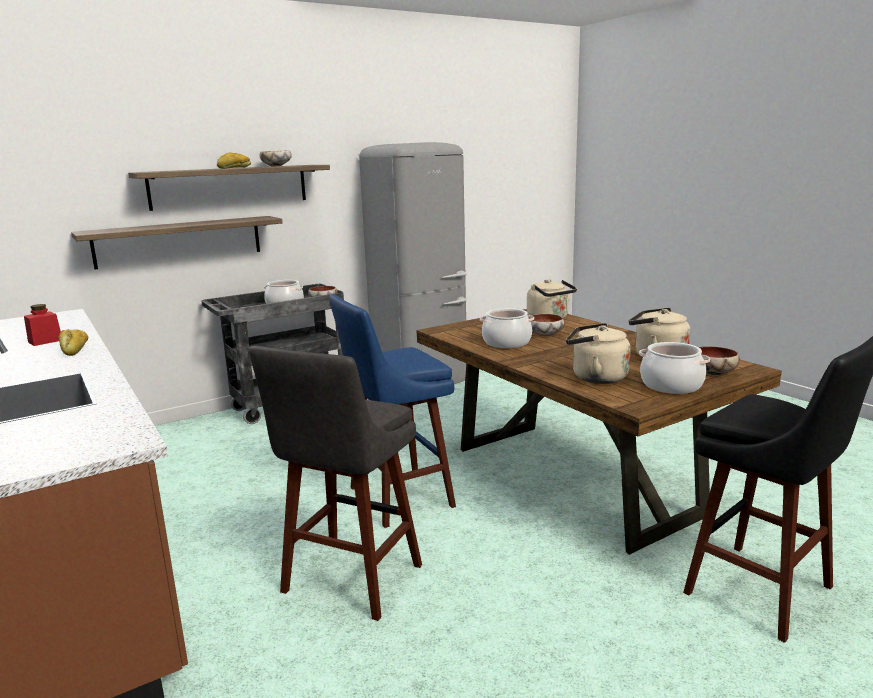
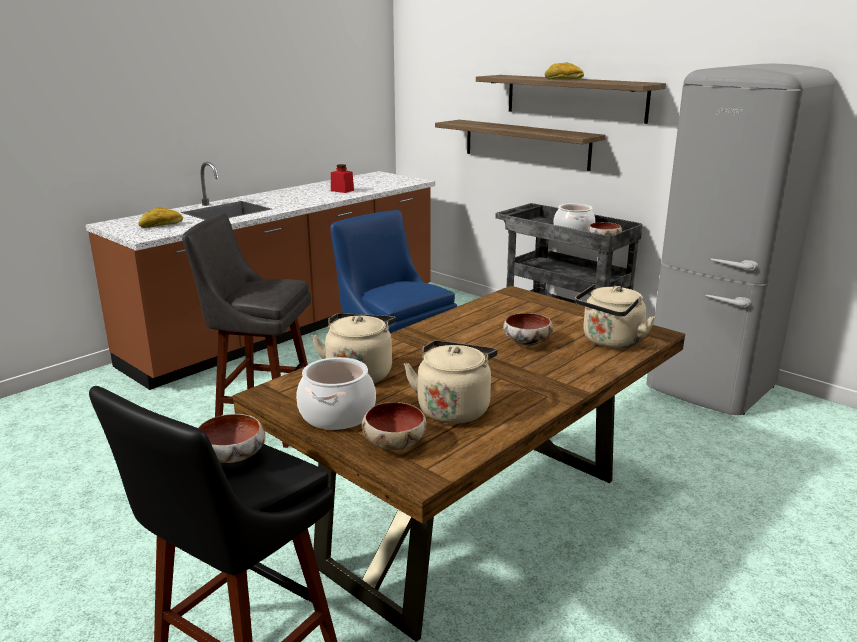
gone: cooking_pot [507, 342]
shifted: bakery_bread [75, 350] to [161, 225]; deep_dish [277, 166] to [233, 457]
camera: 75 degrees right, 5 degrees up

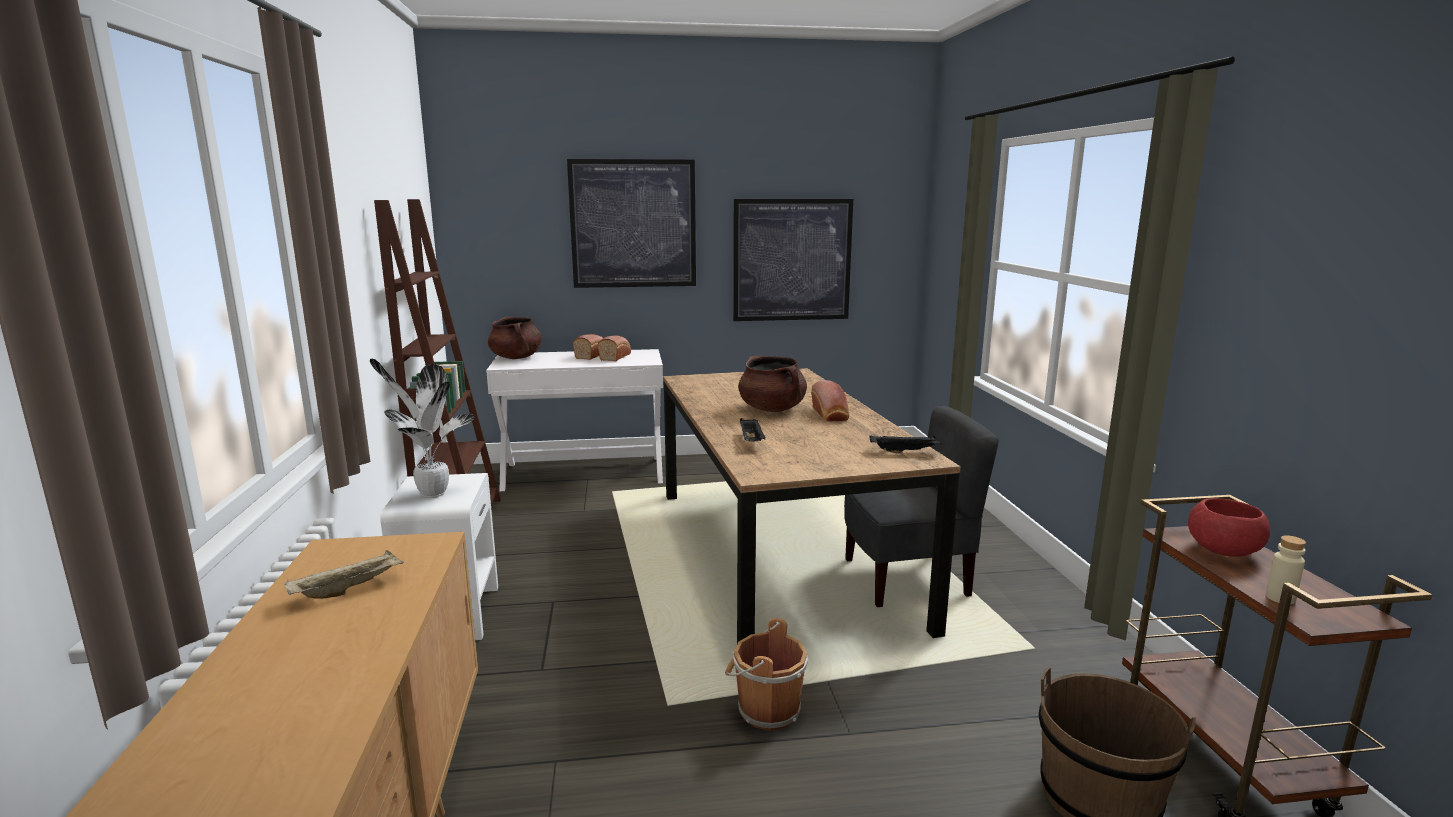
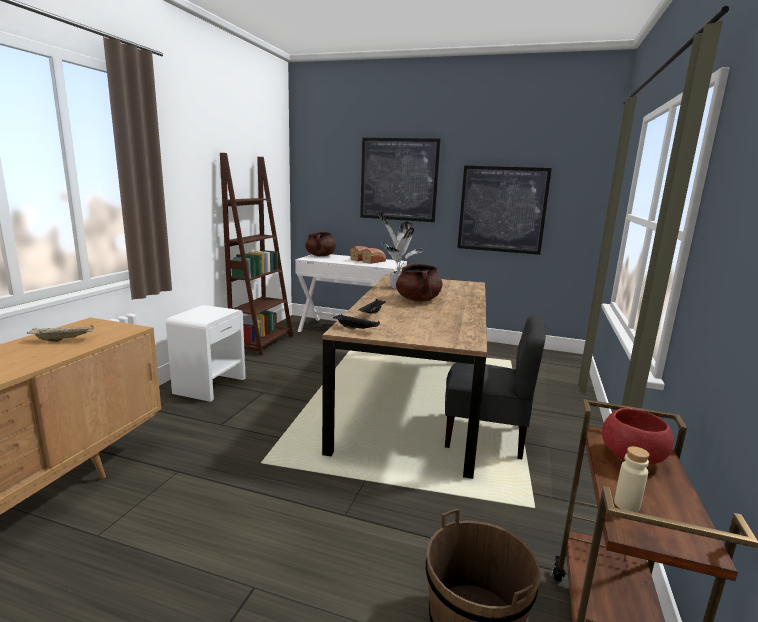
gone: brownish_bucket [766, 710]; bakery_bread [830, 415]
shifted: plant_in_a_pot [430, 494] to [396, 287]; black_serving_tray [905, 452] to [357, 329]
camera: 25 degrees right, 0 degrees up

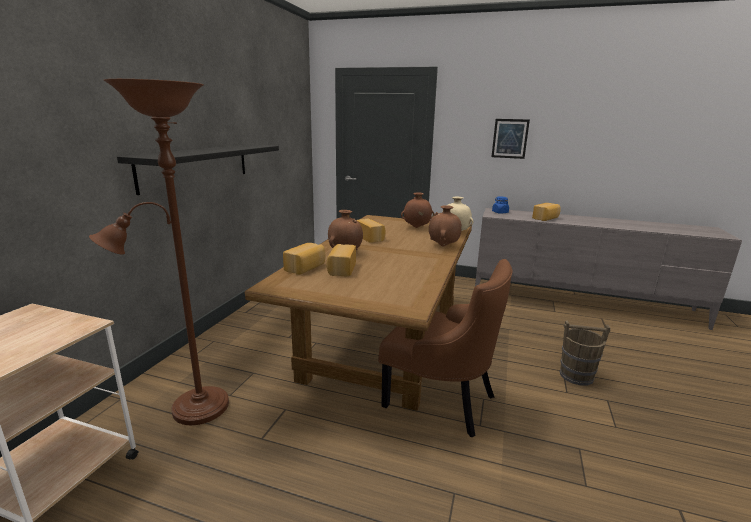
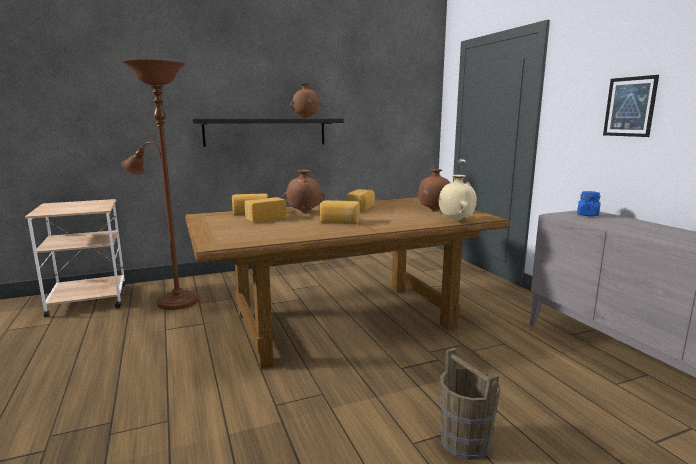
gone: brownish_plain_chair [438, 400]
shifted: brownish_decorative_vase [443, 246] to [306, 118]; bakery_bread [546, 218] to [339, 221]
camera: 50 degrees right, 5 degrees down

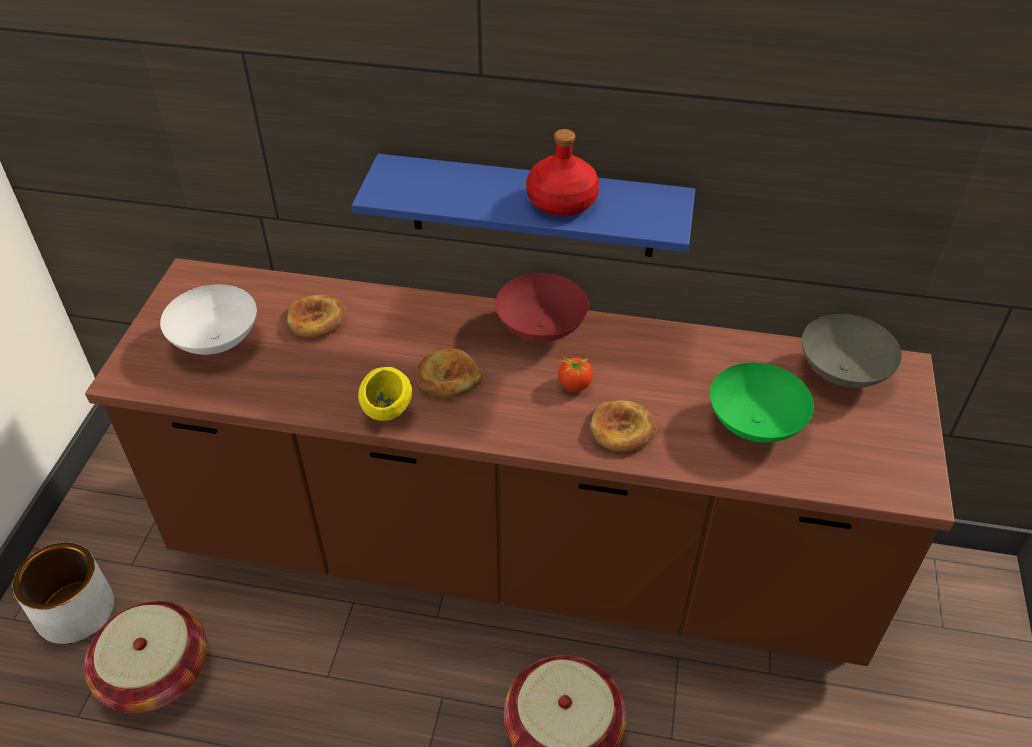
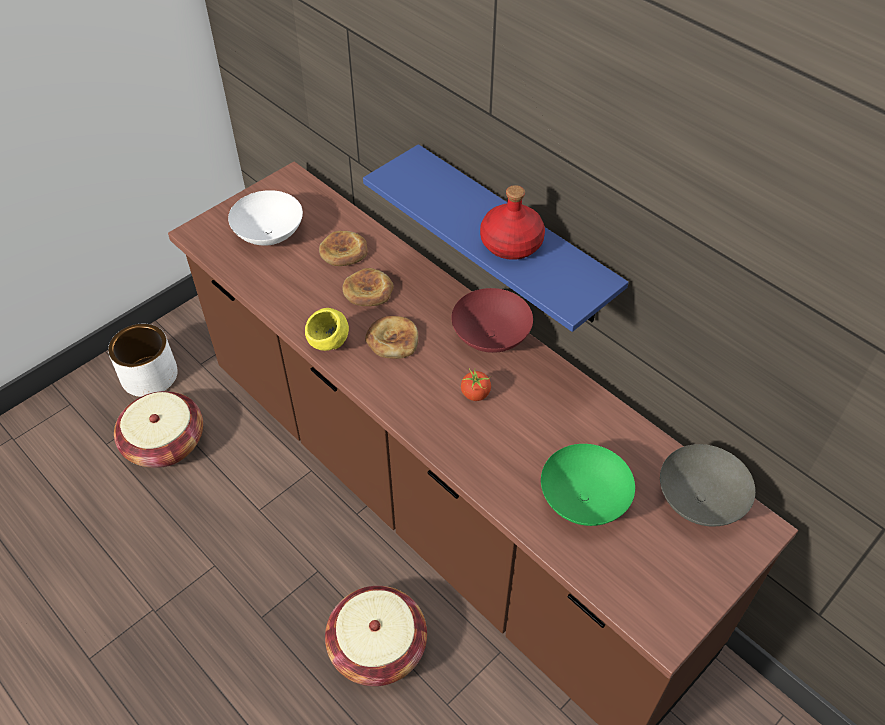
shifted: bakery_bread [622, 429] to [368, 291]
camera: 35 degrees right, 5 degrees up

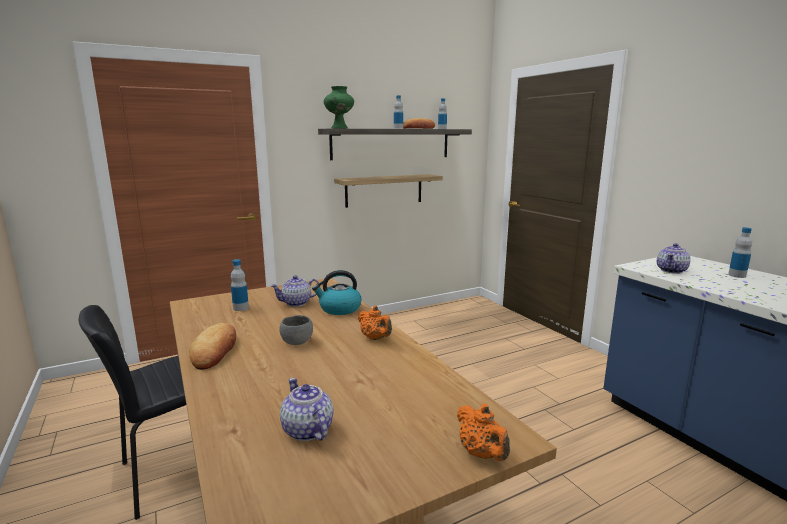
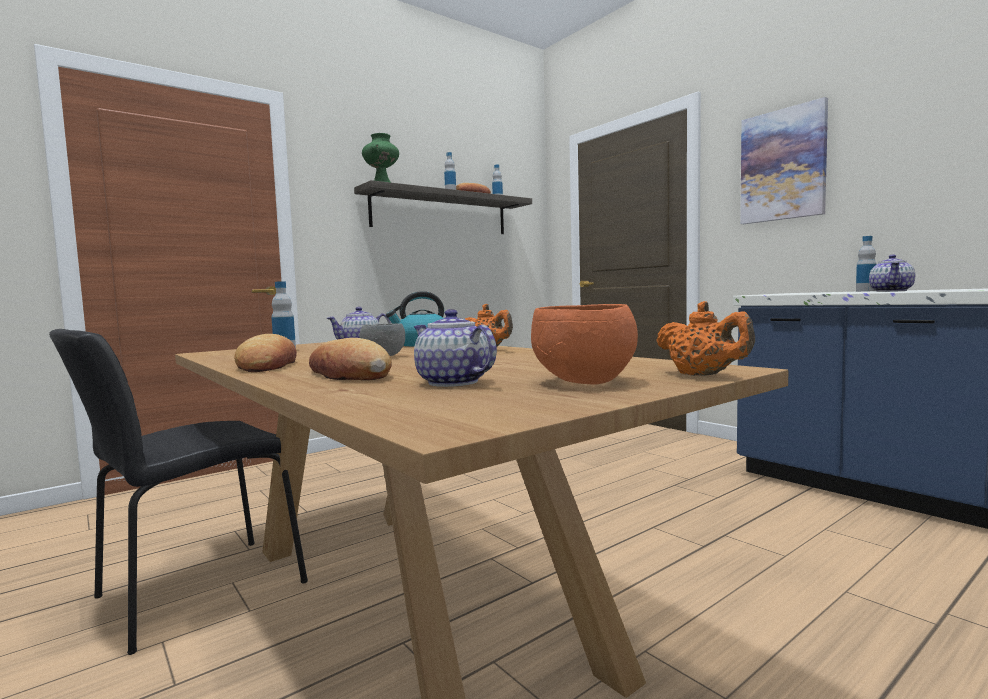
gone: bracket_shelf [384, 190]
new: bakery_bread [349, 374]; orange-coloured_deep_dish [586, 382]; picture [782, 165]
shifted: tea_pot [672, 270] to [891, 291]
camera: 10 degrees left, 10 degrees down

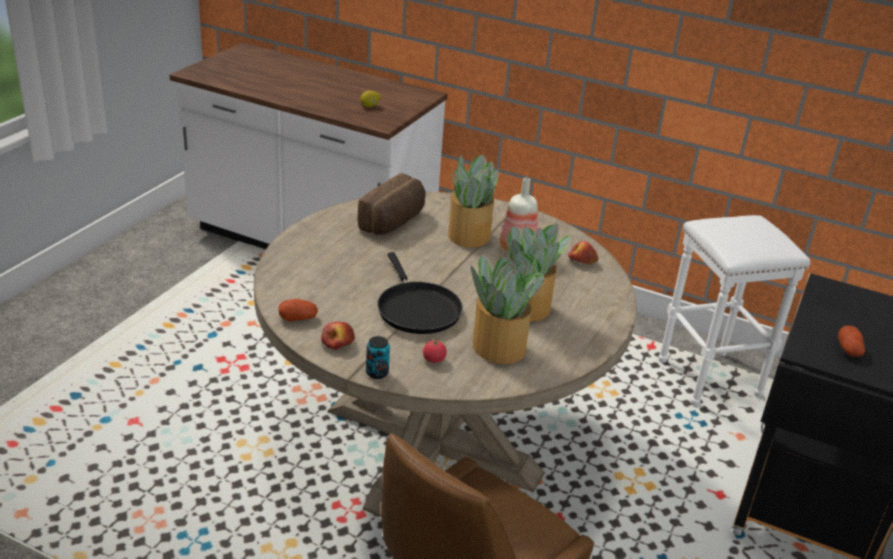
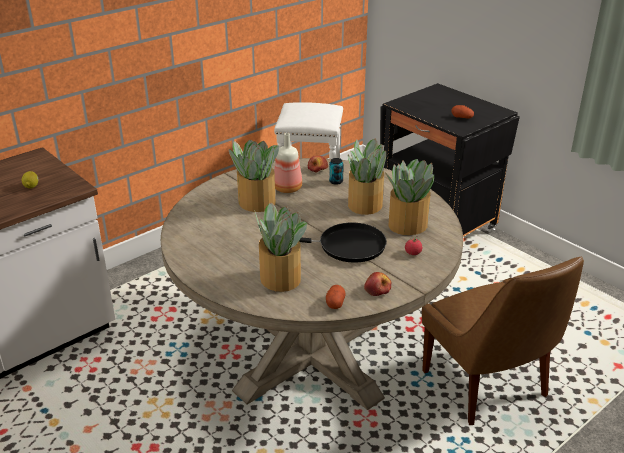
gone: bakery_bread [394, 222]
new: plant_in_a_pot [280, 277]
shifted: sealed_can [377, 373] to [336, 181]
camera: 65 degrees left, 0 degrees up

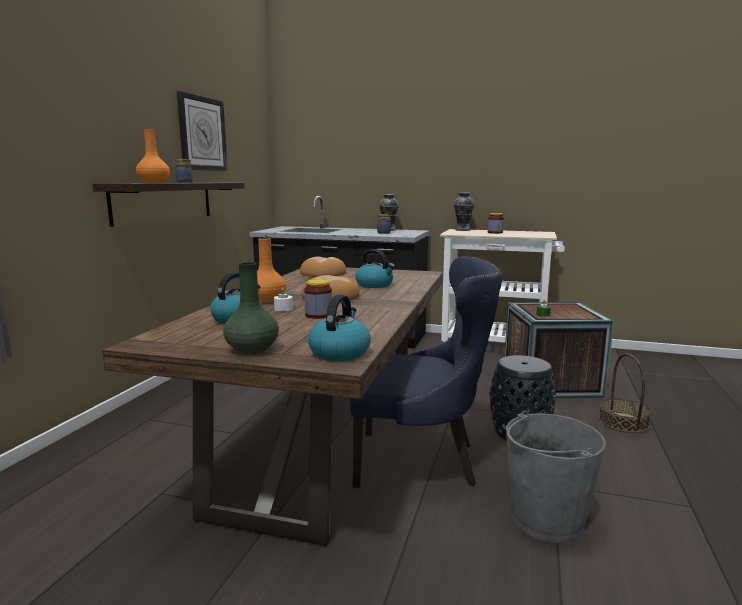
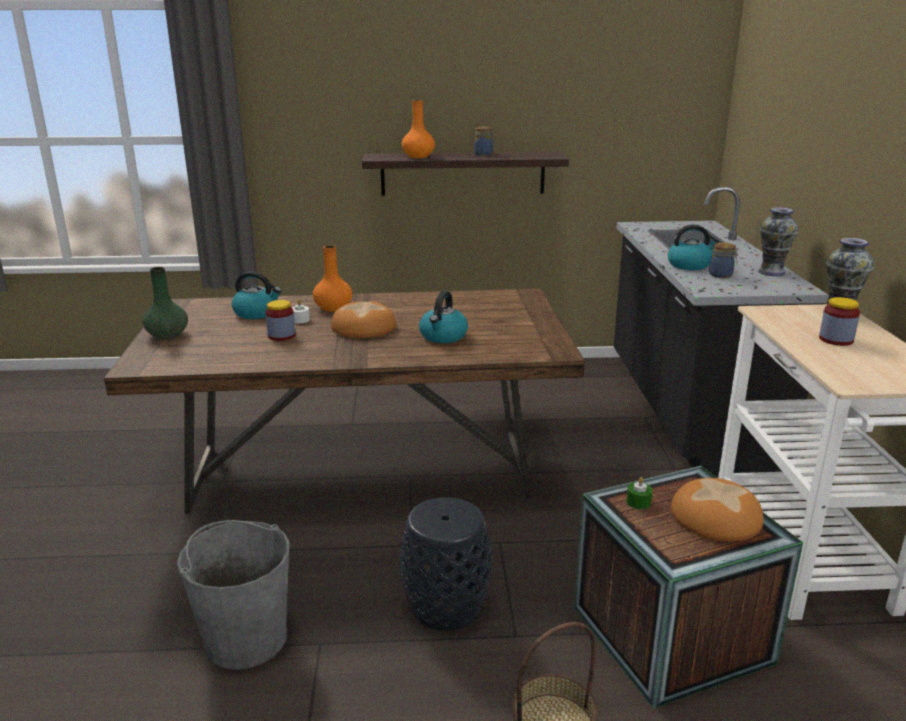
gone: clock_on_the_wall [202, 134]; blue_plain_chair [420, 461]
shifted: bakery_bread [323, 273] to [714, 517]; tea_kettle [339, 352] to [689, 265]
camera: 70 degrees right, 10 degrees up

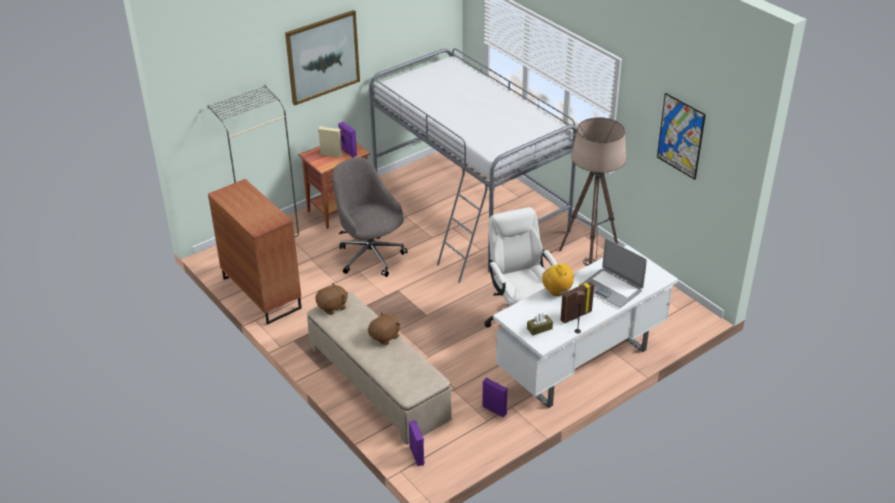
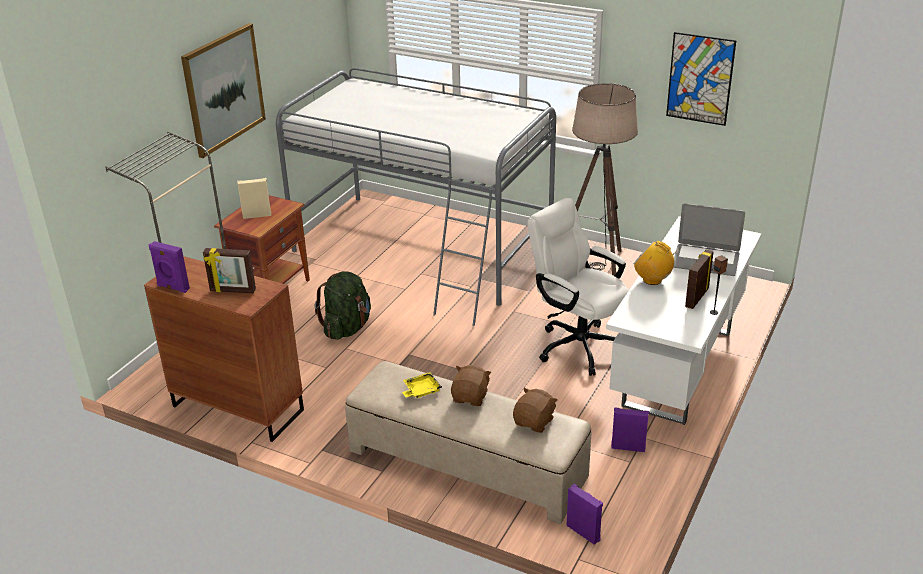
gone: brownish_tissue_box [539, 328]
new: picture_frame [232, 291]; yellowish_serving_tray [421, 390]
shifted: brownish_plush_toy [332, 307] to [534, 422]; purple-coloured_loudspeaker [348, 152] to [172, 288]
swapped: grey_office_chair [370, 256] to green_backpack [347, 328]
camera: 25 degrees left, 5 degrees down

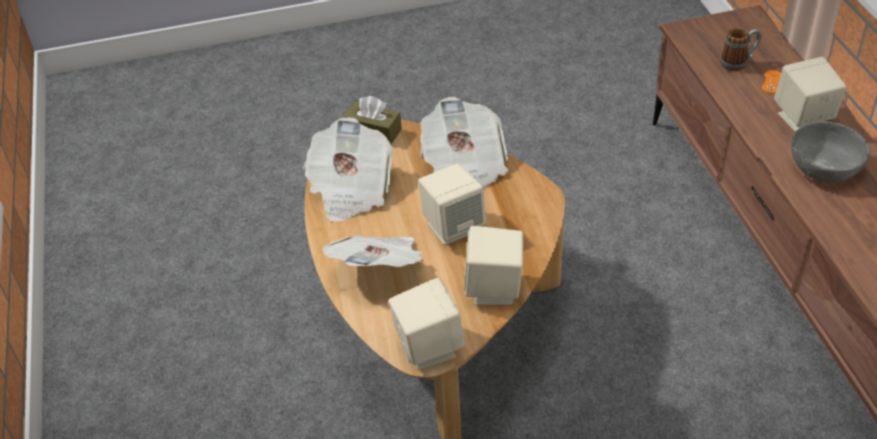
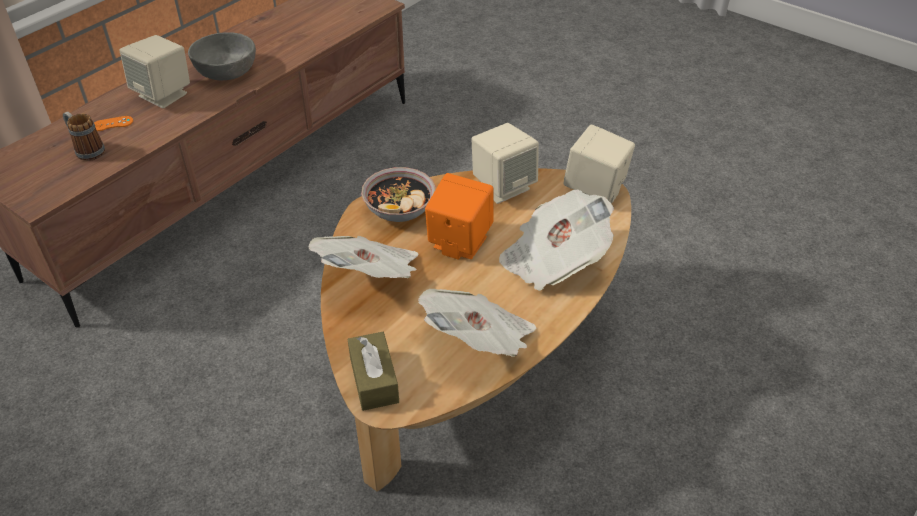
new: deep_dish [399, 209]
repainted: beige-coloured_loudspeaker [453, 226] to orange-coloured_loudspeaker [459, 242]
camera: 130 degrees left, 0 degrees up

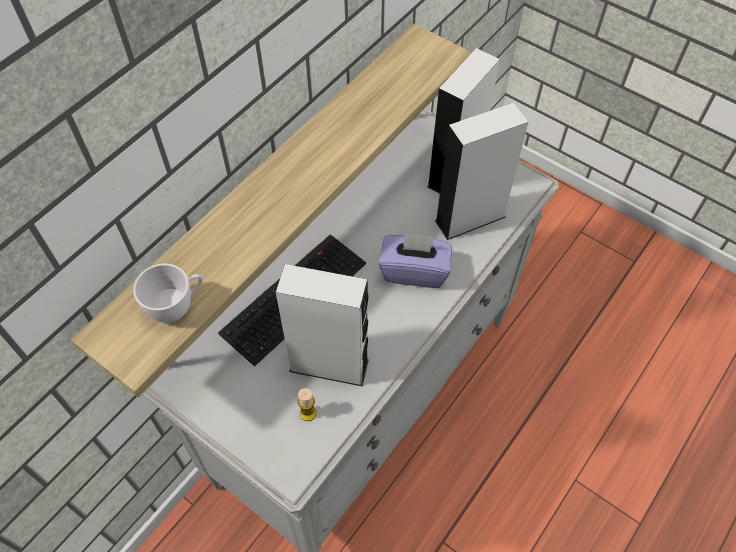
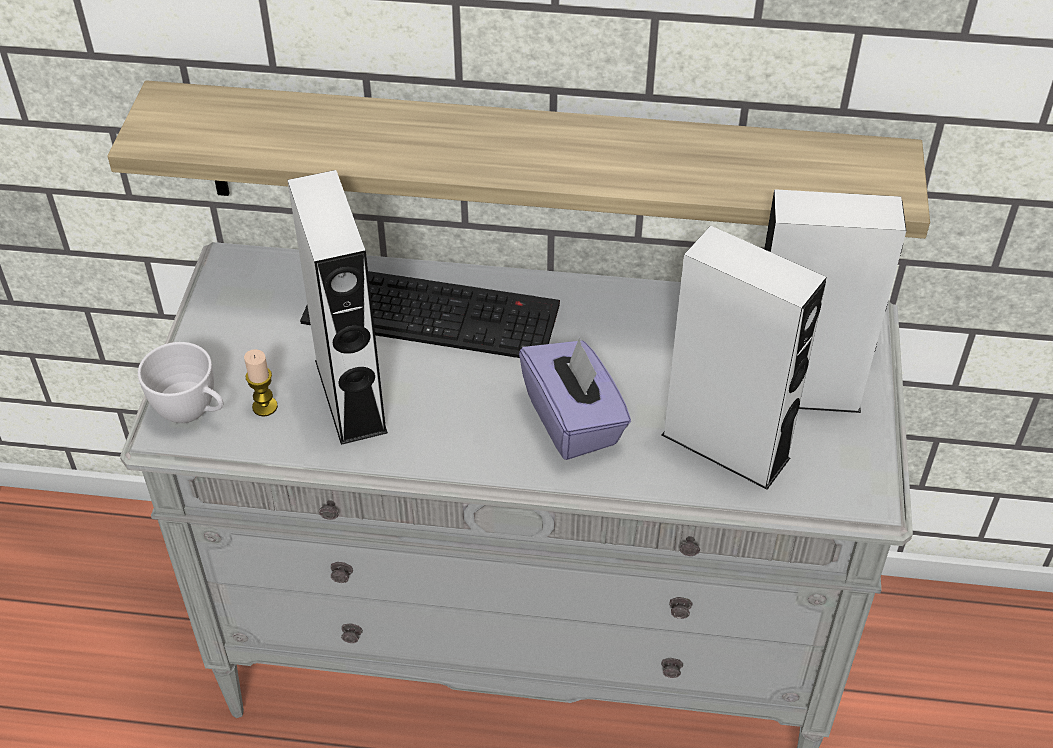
shifted: white-coloured_cup [177, 306] to [192, 412]
camera: 60 degrees right, 10 degrees down

